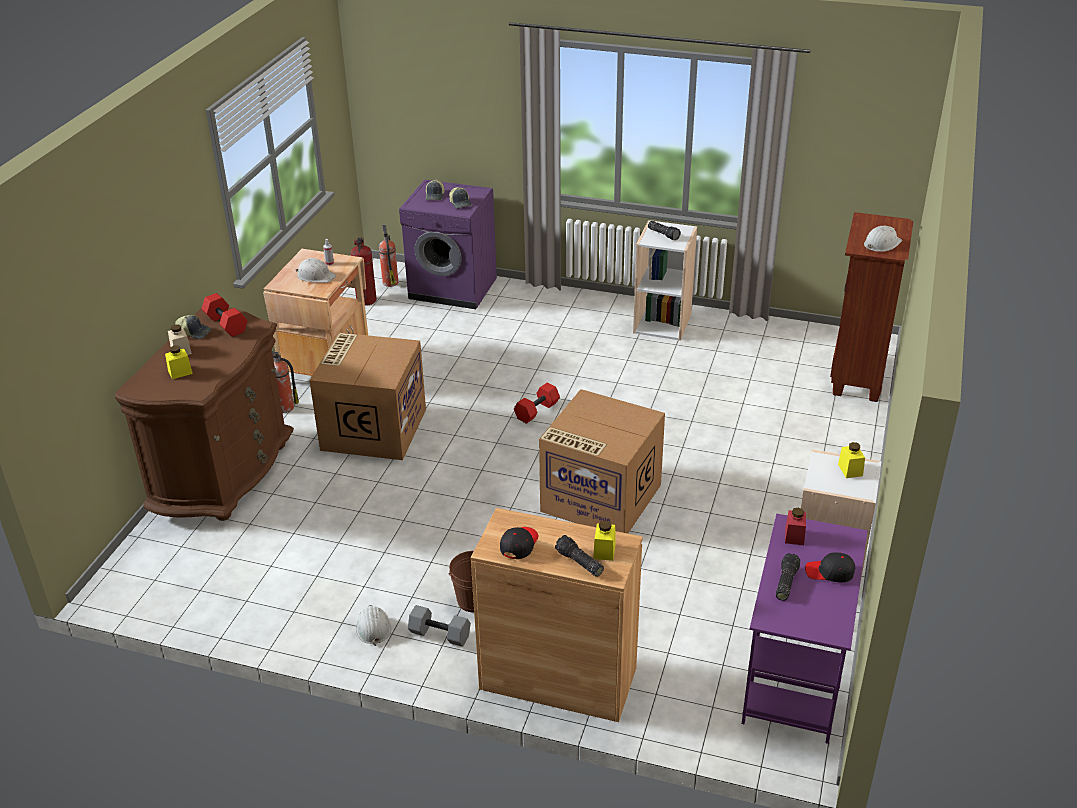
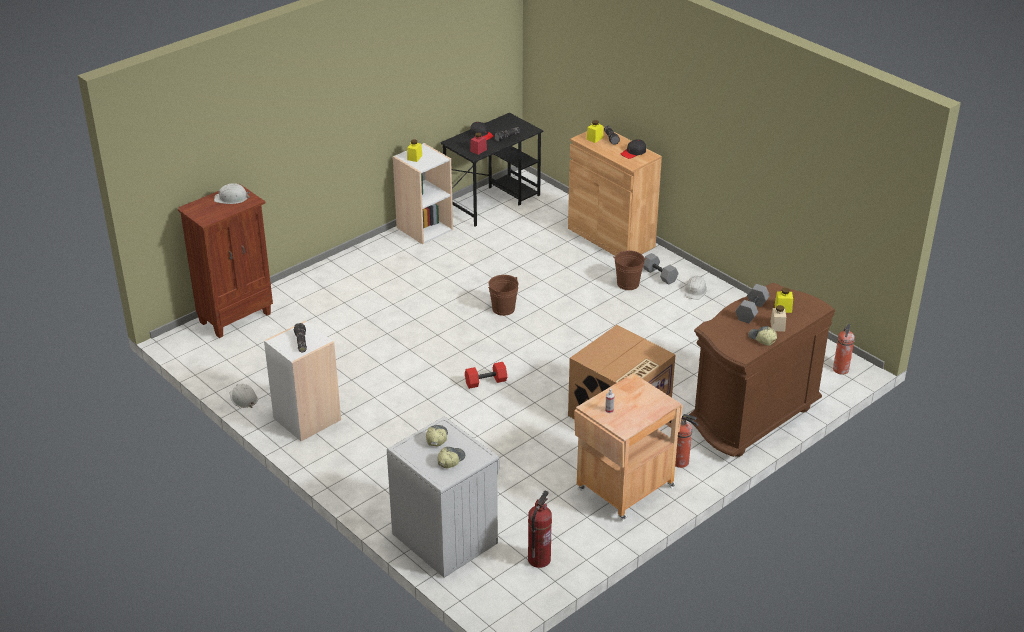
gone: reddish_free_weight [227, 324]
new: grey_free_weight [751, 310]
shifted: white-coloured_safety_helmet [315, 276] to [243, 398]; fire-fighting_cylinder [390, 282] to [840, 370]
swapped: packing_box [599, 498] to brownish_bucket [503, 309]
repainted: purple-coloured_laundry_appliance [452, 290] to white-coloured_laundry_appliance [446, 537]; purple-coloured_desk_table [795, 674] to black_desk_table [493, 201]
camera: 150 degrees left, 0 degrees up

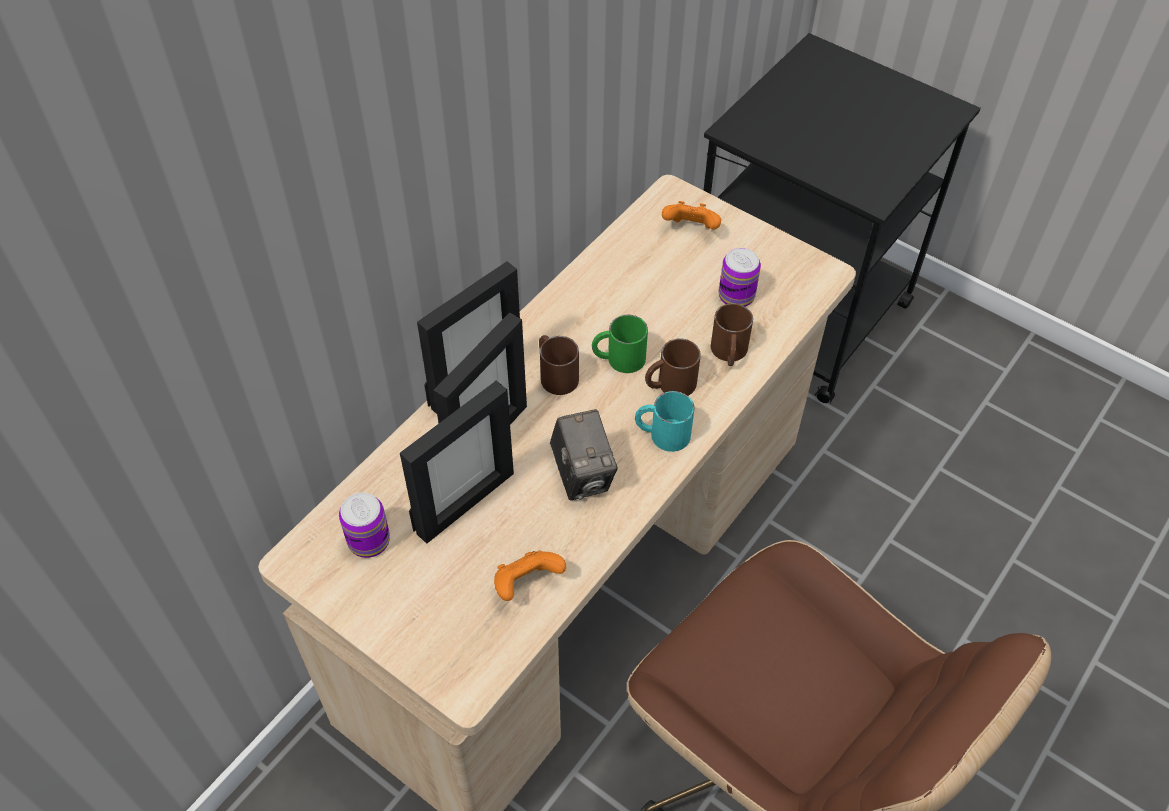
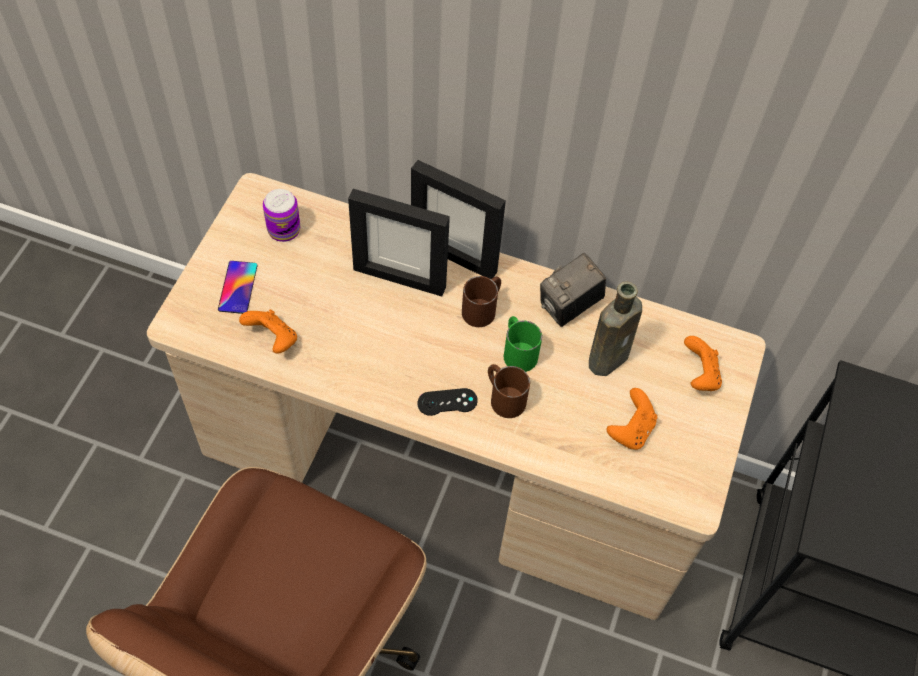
gone: picture_frame [464, 501]; brownish_mug [729, 353]
new: phone [238, 287]; brownish_bottle [610, 357]
shifted: photo_camera [582, 475] to [569, 307]
swapped: blue-green_mug [662, 434] to black_gamepad [447, 402]; sealed_can [736, 296] to orange-coloured_gamepad [630, 430]
camera: 70 degrees right, 5 degrees up

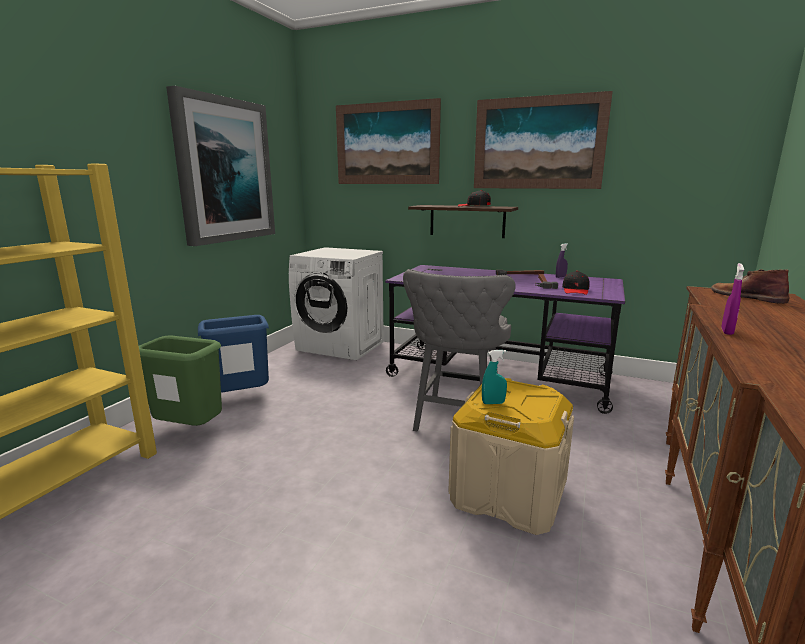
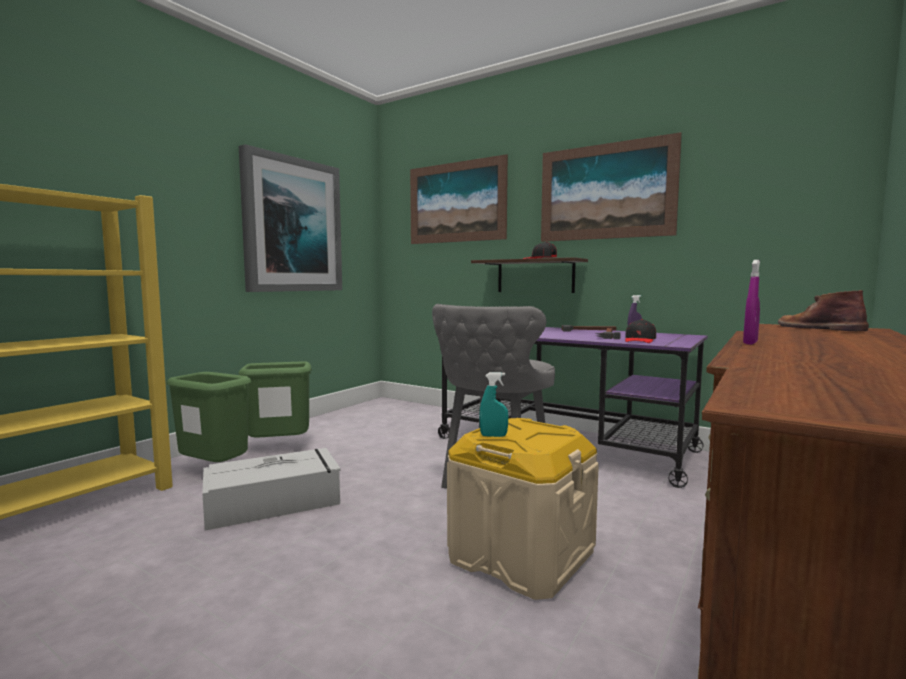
gone: white-coloured_laundry_appliance [341, 348]
new: grey_storage_container [274, 502]
repainted: blue_rubbish_bin [240, 399] to green_rubbish_bin [279, 448]
camera: 10 degrees right, 10 degrees down

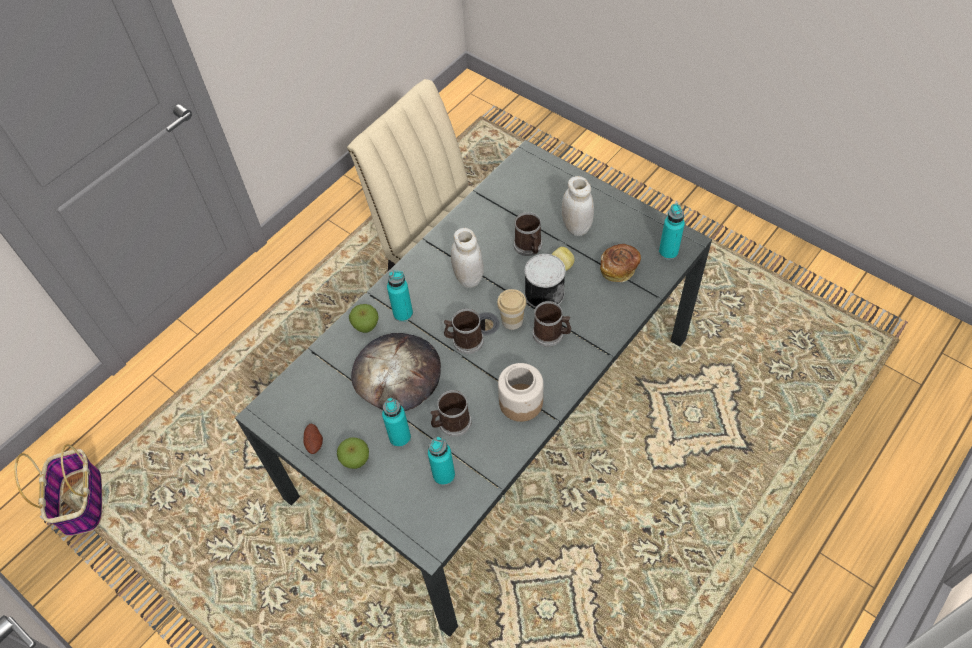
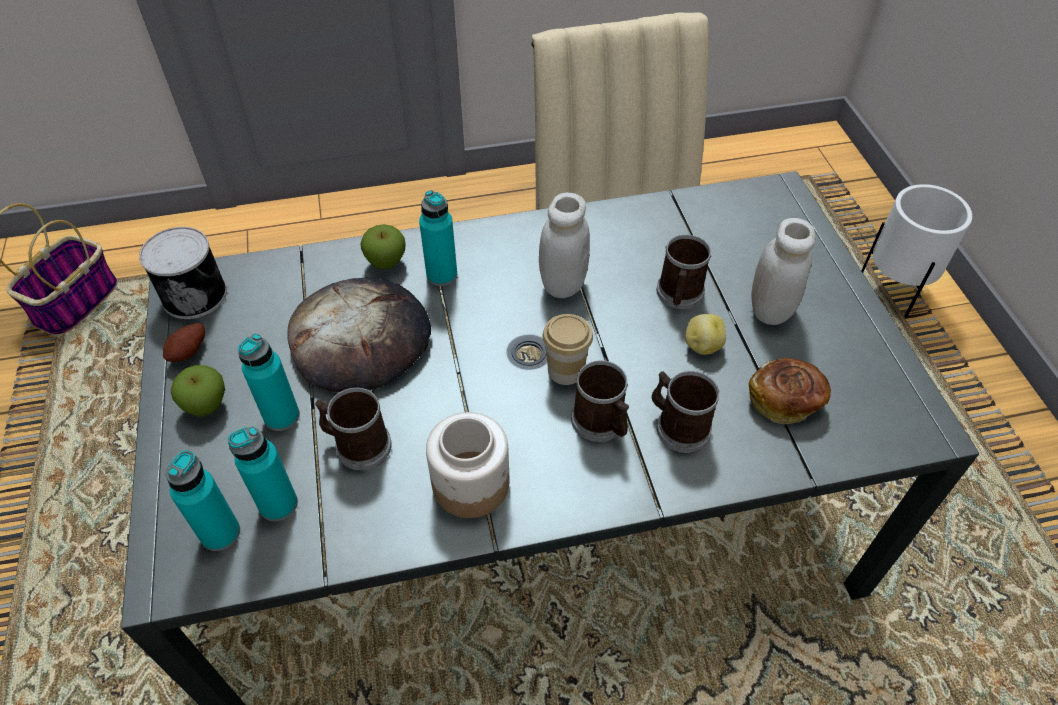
new: white-coloured_plant_pot [893, 292]
shifted: mug [464, 341] to [677, 426]; sealed_can [543, 293] to [195, 294]; blue-green_bottle [668, 252] to [220, 533]
camera: 35 degrees right, 5 degrees down

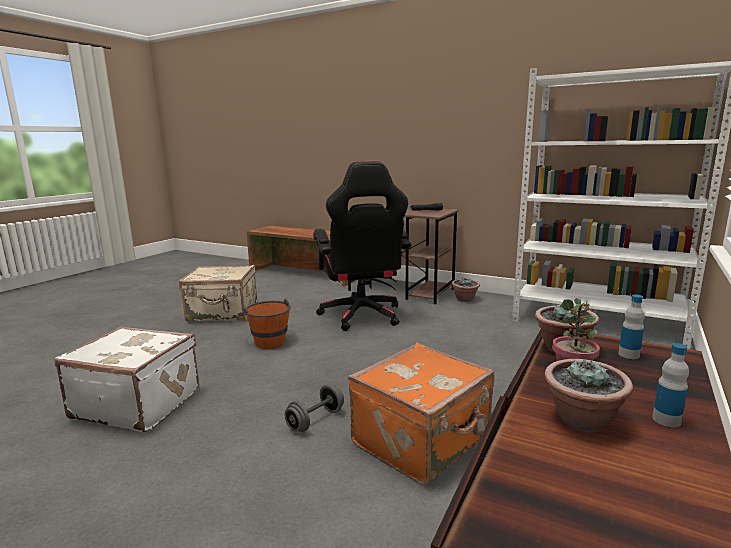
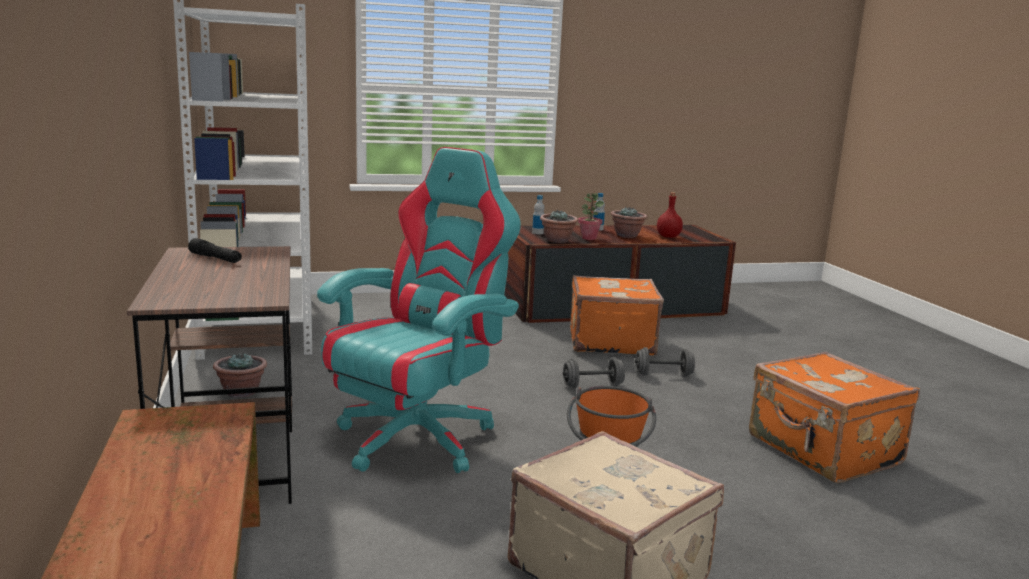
new: grey_free_weight [592, 386]; reddish_bottle [668, 236]
repainted: white-coloured_suitcase [138, 403] to orange-coloured_suitcase [822, 451]; black_office_chair [361, 315] to blue-green_office_chair [416, 439]
camera: 135 degrees left, 0 degrees up

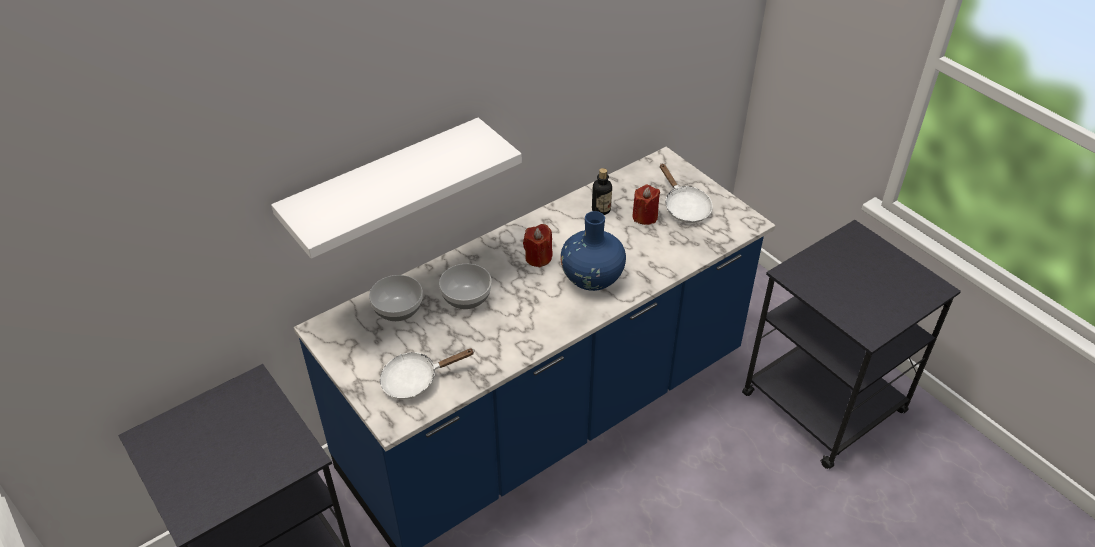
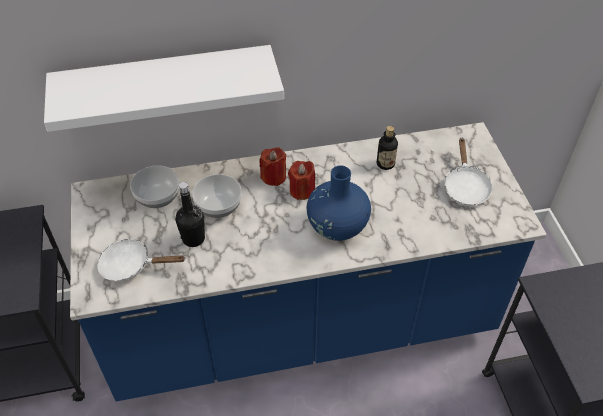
new: black_bottle [193, 239]
shifted: reddish_candle [645, 217] to [273, 177]
camera: 25 degrees right, 5 degrees up

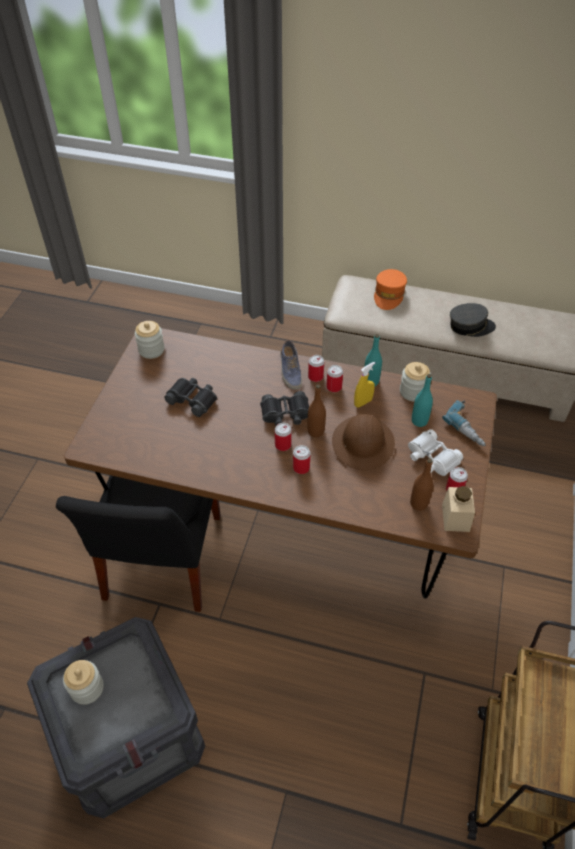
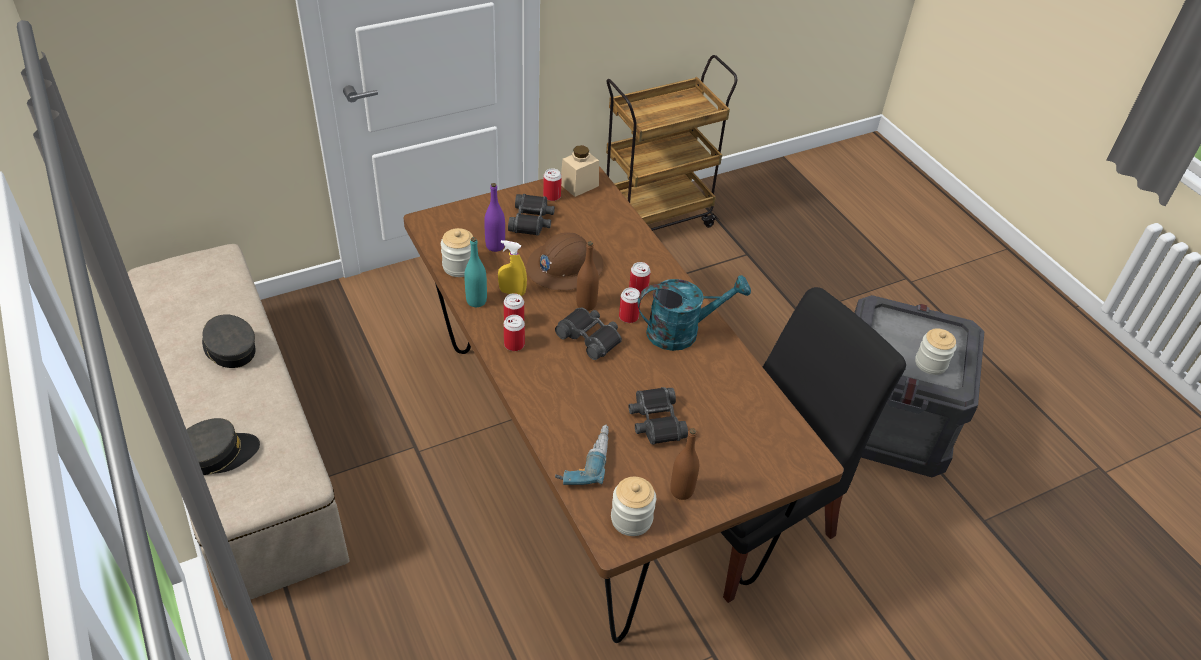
gone: item_of_footwear [290, 371]
new: blue-green_watering_can [682, 331]
shifted: brownish_bottle [419, 503] to [681, 491]; electric_drill [469, 427] to [584, 459]
repainted: orange-coloured_peaked_cap [389, 295] to grey_peaked_cap [218, 454]; white-coloured_binoculars [432, 458] to black_binoculars [532, 221]; blue-green_bottle [419, 421] to purple-coloured_bottle [495, 246]
camera: 135 degrees left, 5 degrees down

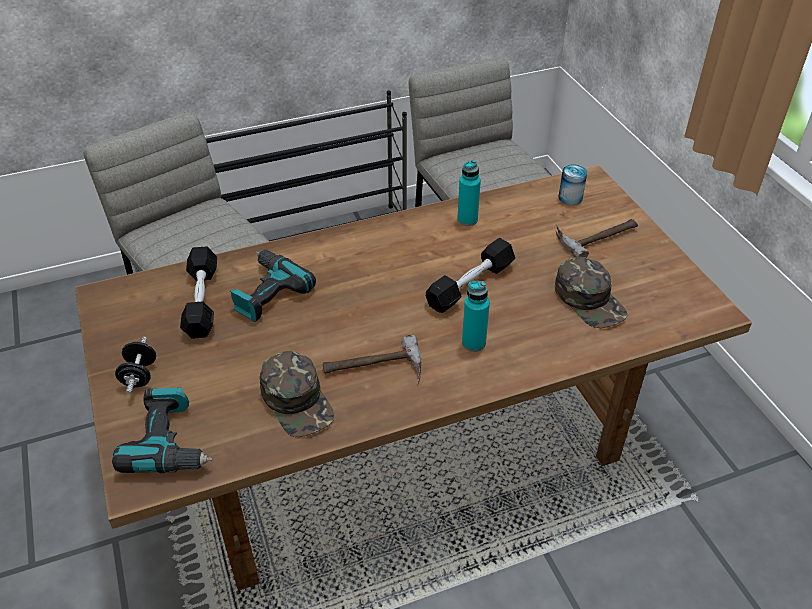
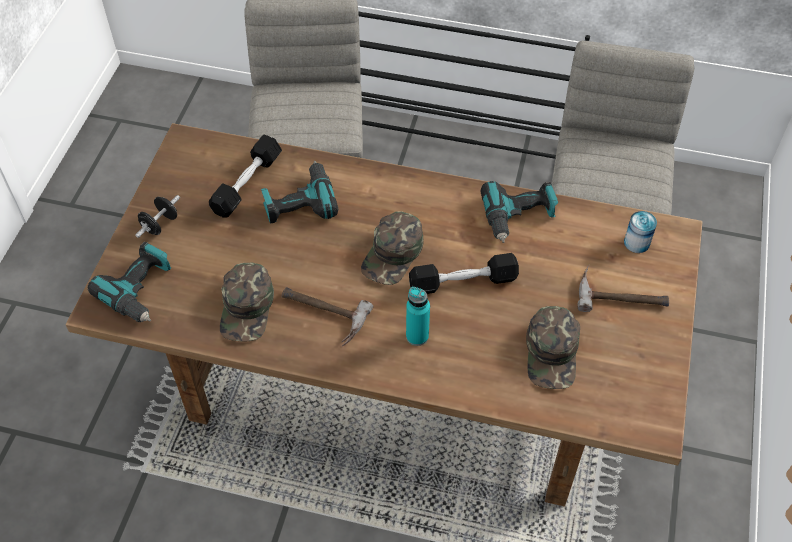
new: green_peaked_cap [393, 254]
swapped: blue-green_bottle [467, 220] to electric_drill [519, 217]
camera: 35 degrees right, 10 degrees up

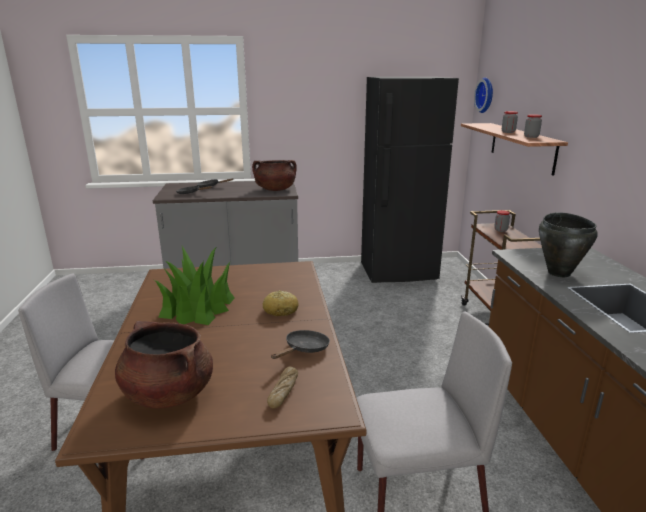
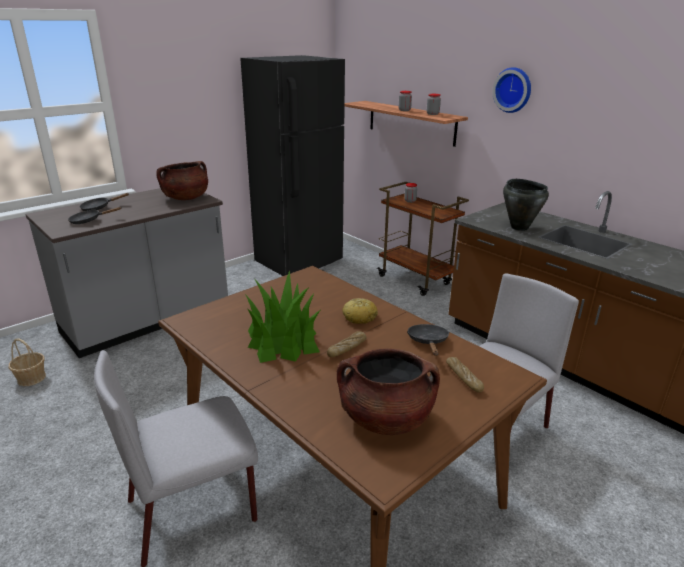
new: household_basket [31, 378]; bakery_bread [347, 348]
shifted: clock_on_the_wall [486, 95] to [513, 90]
camera: 35 degrees left, 5 degrees up

